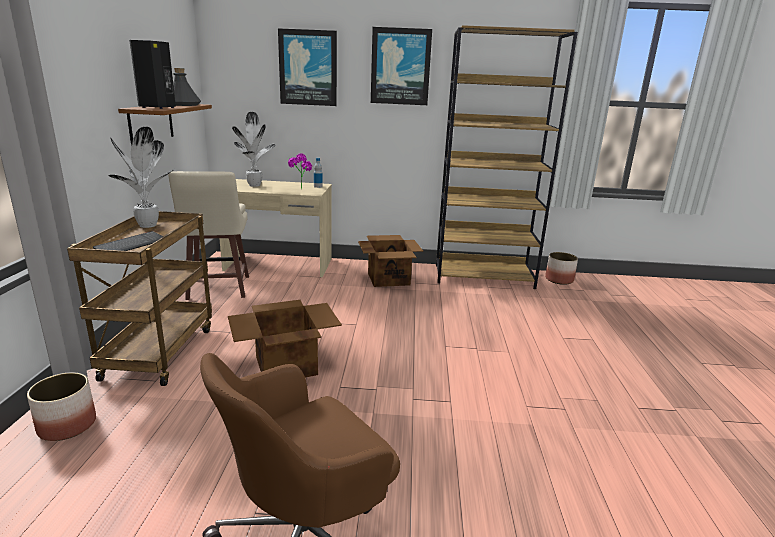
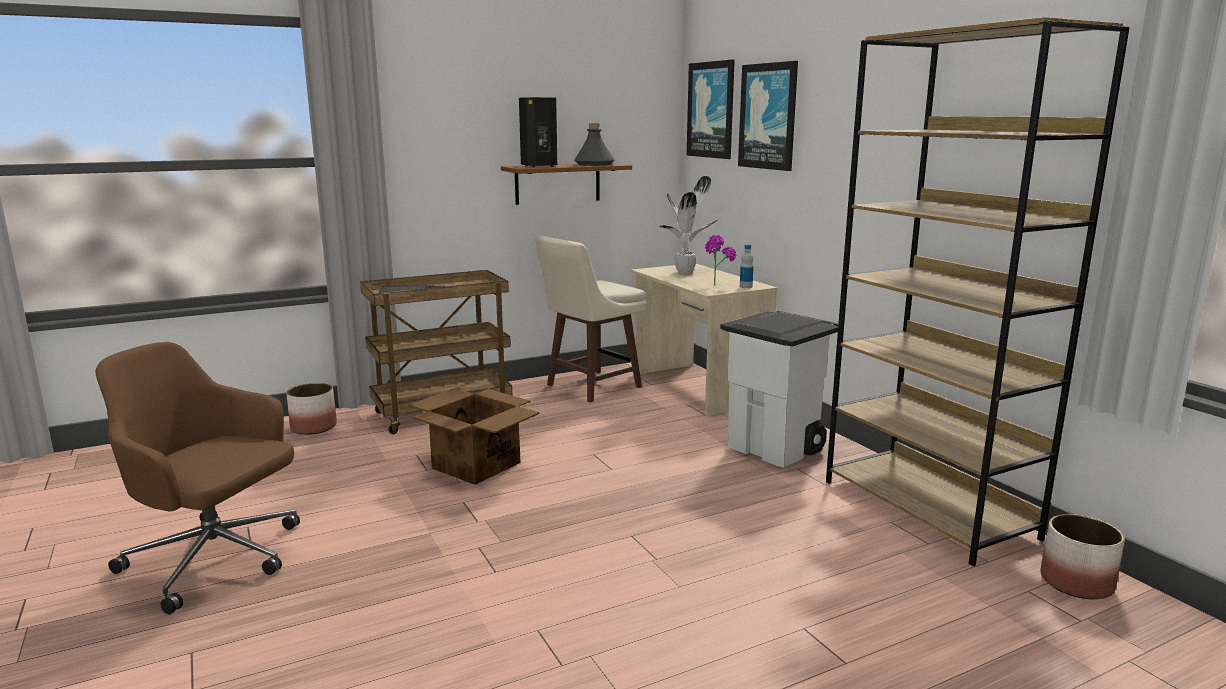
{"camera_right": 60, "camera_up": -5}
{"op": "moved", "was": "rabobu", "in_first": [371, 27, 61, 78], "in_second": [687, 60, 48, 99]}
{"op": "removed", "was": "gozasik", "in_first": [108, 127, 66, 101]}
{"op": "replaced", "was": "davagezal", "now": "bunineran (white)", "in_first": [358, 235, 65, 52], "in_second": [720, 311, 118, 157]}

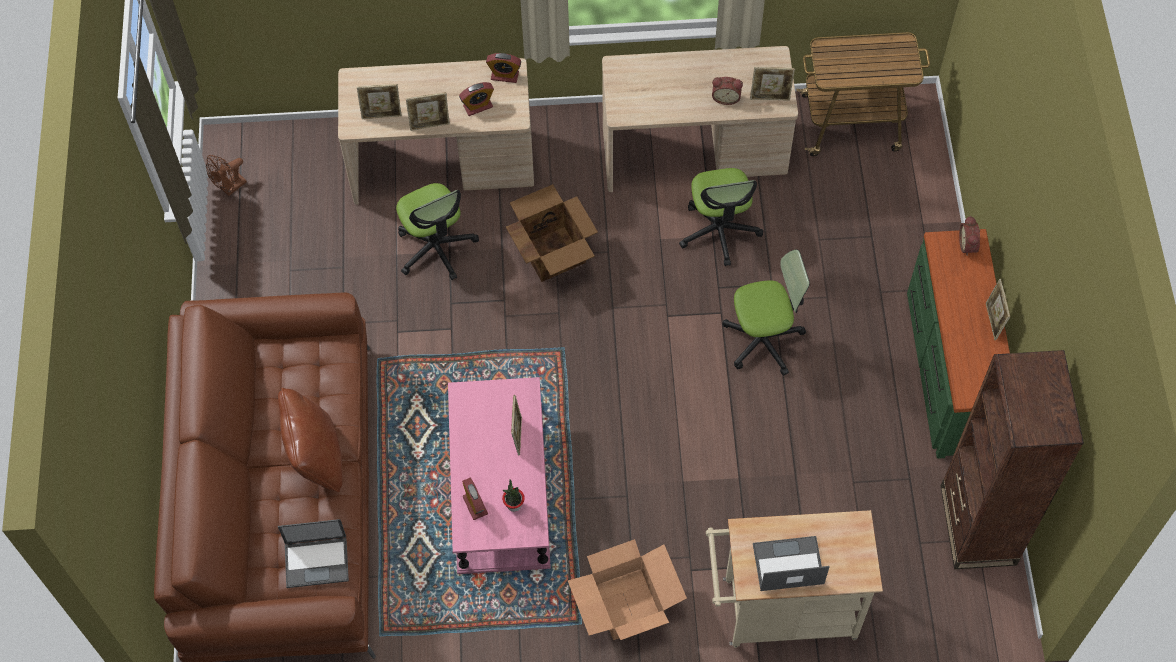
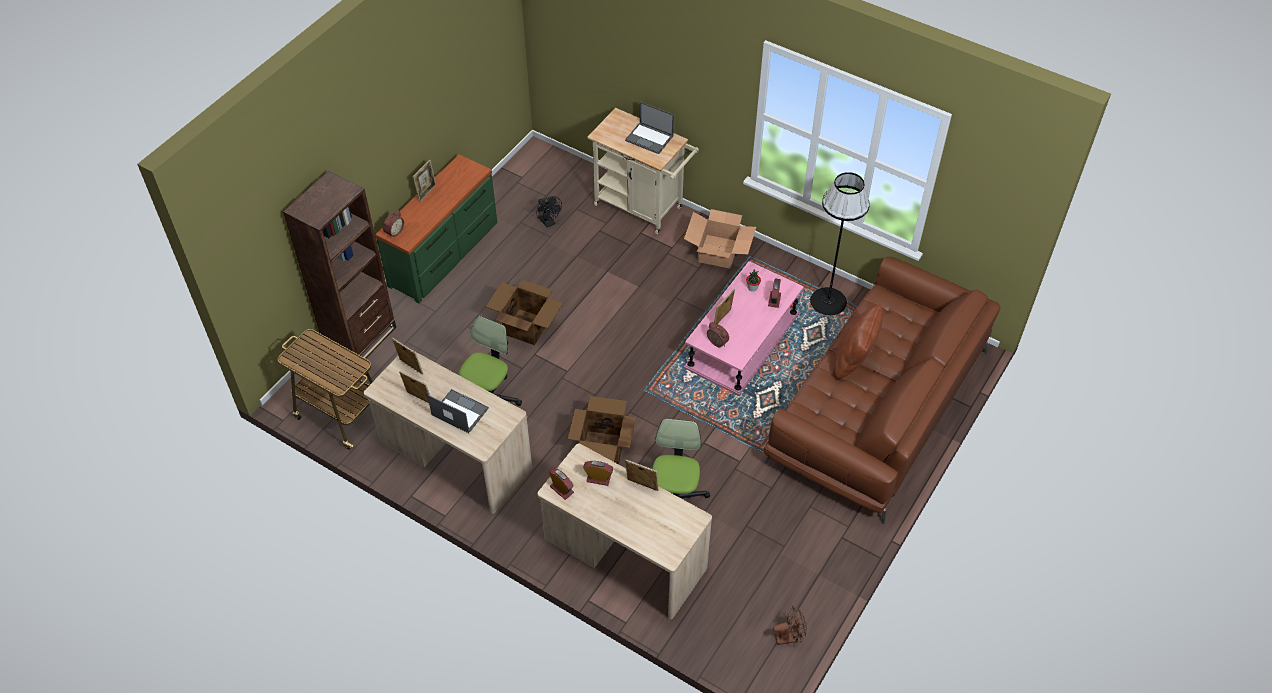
{"camera_right": -145, "camera_up": -10}
{"op": "moved", "was": "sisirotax", "in_first": [712, 77, 31, 28], "in_second": [707, 322, 22, 25]}
{"op": "moved", "was": "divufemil", "in_first": [357, 84, 45, 35], "in_second": [399, 371, 31, 32]}
{"op": "replaced", "was": "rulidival", "now": "davagezal", "in_first": [722, 249, 88, 127], "in_second": [486, 280, 77, 65]}
{"op": "moved", "was": "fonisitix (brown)", "in_first": [941, 350, 143, 219], "in_second": [283, 171, 113, 194]}
{"op": "moved", "was": "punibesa", "in_first": [278, 519, 71, 69], "in_second": [427, 389, 62, 44]}
{"op": "added", "now": "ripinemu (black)", "in_second": [810, 172, 60, 143]}
{"op": "added", "now": "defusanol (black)", "in_second": [536, 196, 26, 32]}

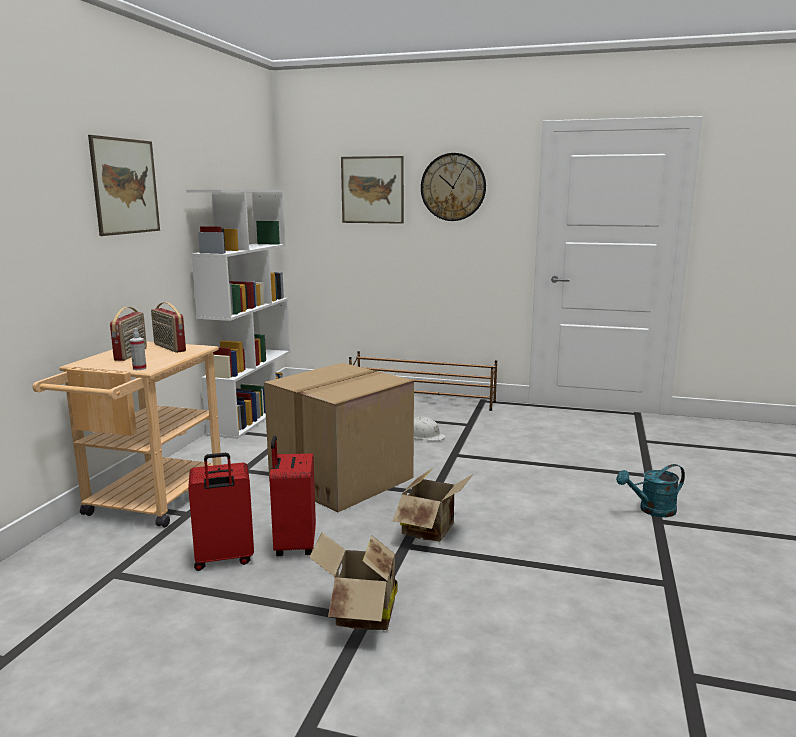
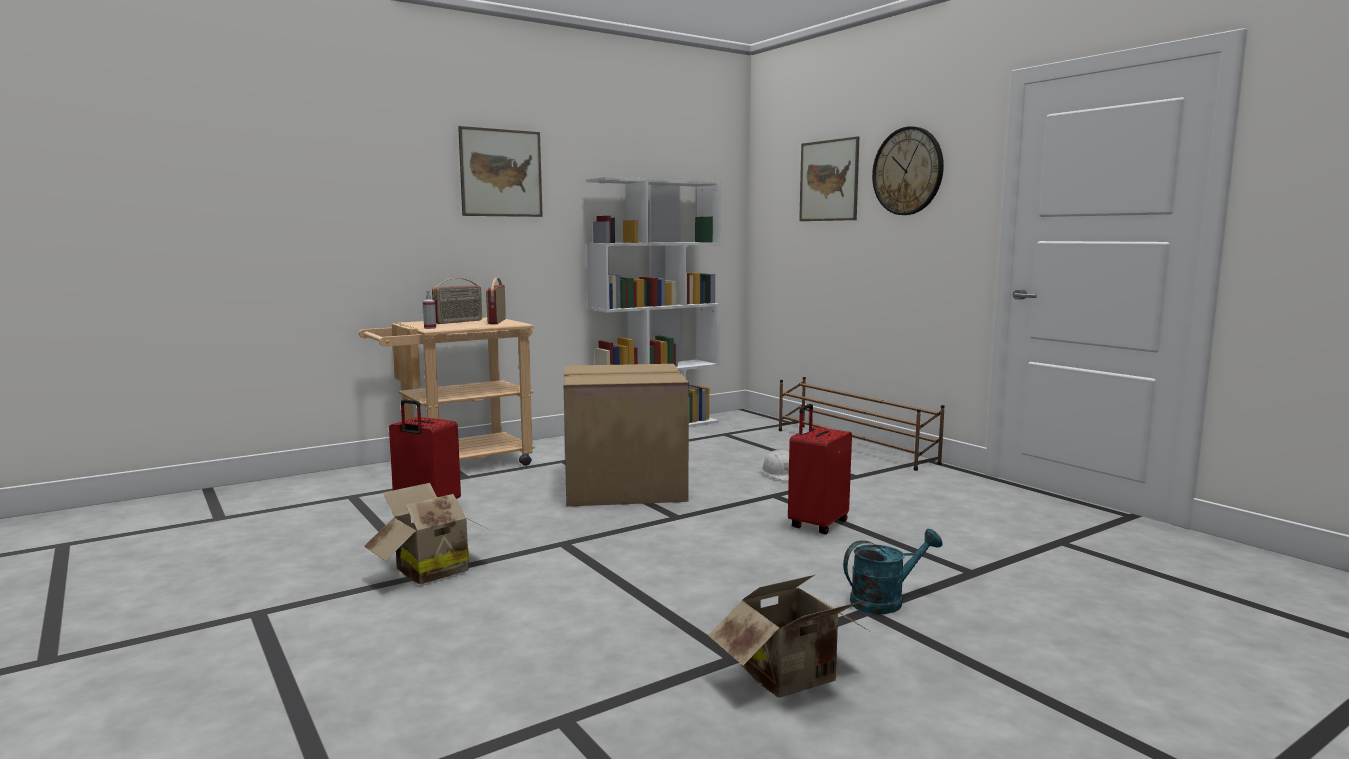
{"camera_right": 40, "camera_up": -5}
{"op": "moved", "was": "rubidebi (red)", "in_first": [269, 436, 47, 120], "in_second": [788, 404, 64, 130]}
{"op": "turned", "was": "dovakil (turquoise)", "in_first": [616, 464, 69, 53], "in_second": [843, 529, 100, 85], "clockwise": 135}
{"op": "moved", "was": "davagezal", "in_first": [393, 467, 80, 75], "in_second": [708, 575, 161, 123]}

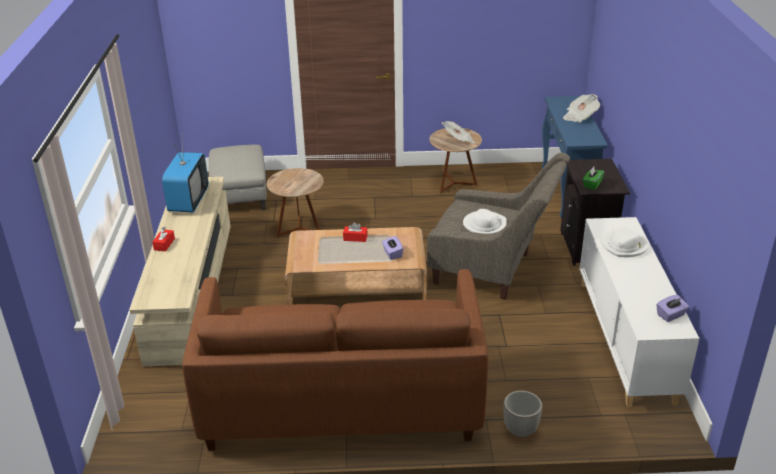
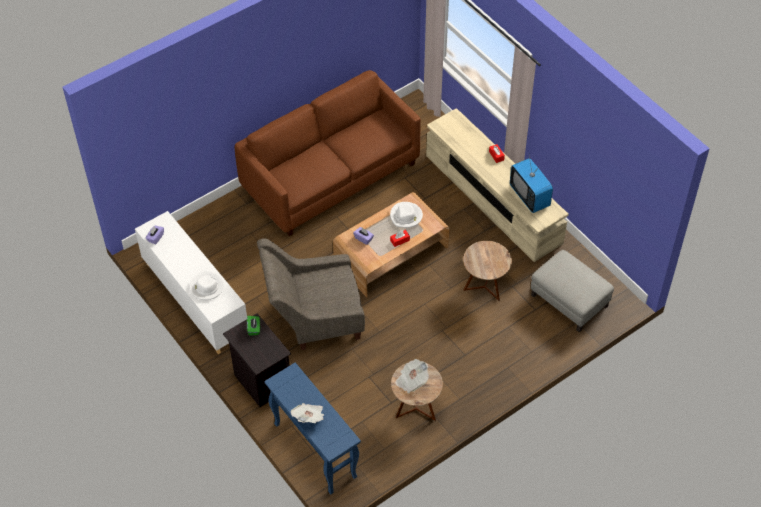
{"camera_right": 145, "camera_up": 20}
{"op": "moved", "was": "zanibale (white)", "in_first": [463, 209, 44, 25], "in_second": [390, 202, 33, 26]}
{"op": "removed", "was": "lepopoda", "in_first": [504, 391, 38, 46]}

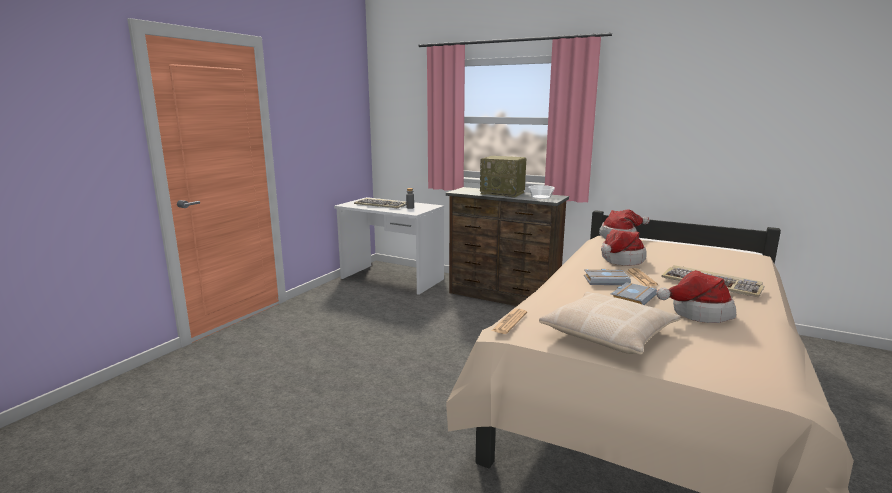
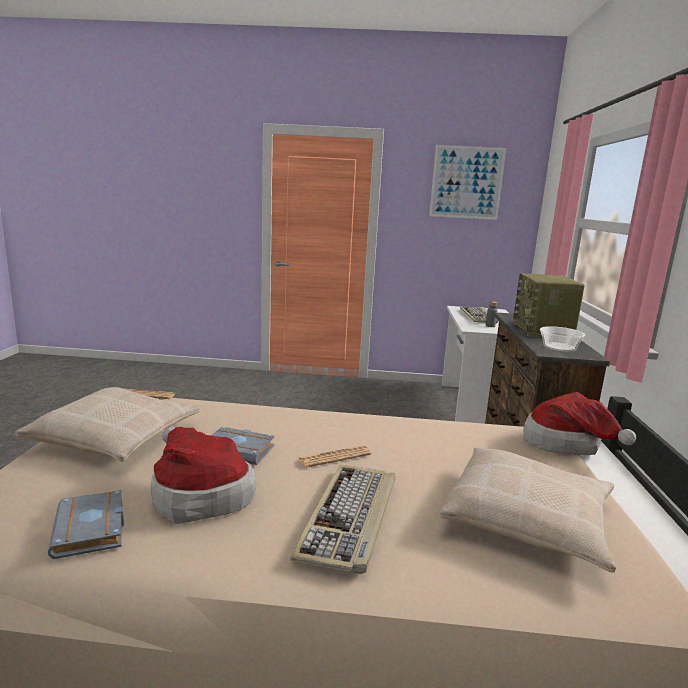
{"camera_right": 65, "camera_up": 0}
{"op": "removed", "was": "zanibale", "in_first": [601, 229, 46, 37]}
{"op": "moved", "was": "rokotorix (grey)", "in_first": [584, 269, 47, 16], "in_second": [48, 490, 76, 69]}
{"op": "added", "now": "rabobu", "in_second": [429, 145, 77, 75]}
{"op": "added", "now": "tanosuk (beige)", "in_second": [439, 447, 177, 126]}

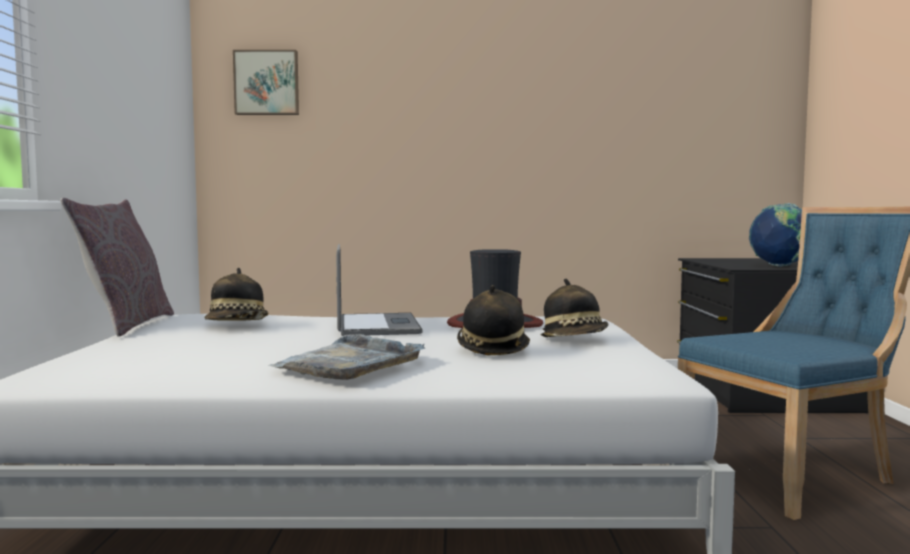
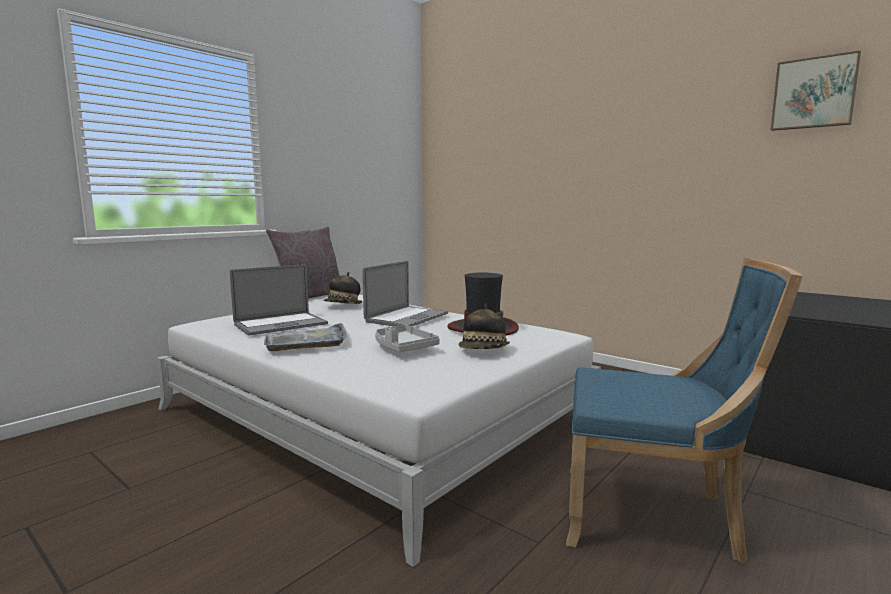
{"camera_right": 40, "camera_up": 5}
{"op": "moved", "was": "rabobu", "in_first": [233, 50, 66, 65], "in_second": [771, 50, 90, 81]}
{"op": "removed", "was": "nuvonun", "in_first": [749, 203, 53, 64]}
{"op": "replaced", "was": "zanibale", "now": "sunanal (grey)", "in_first": [457, 285, 73, 71], "in_second": [375, 325, 65, 27]}
{"op": "added", "now": "punibesa", "in_second": [230, 264, 98, 72]}

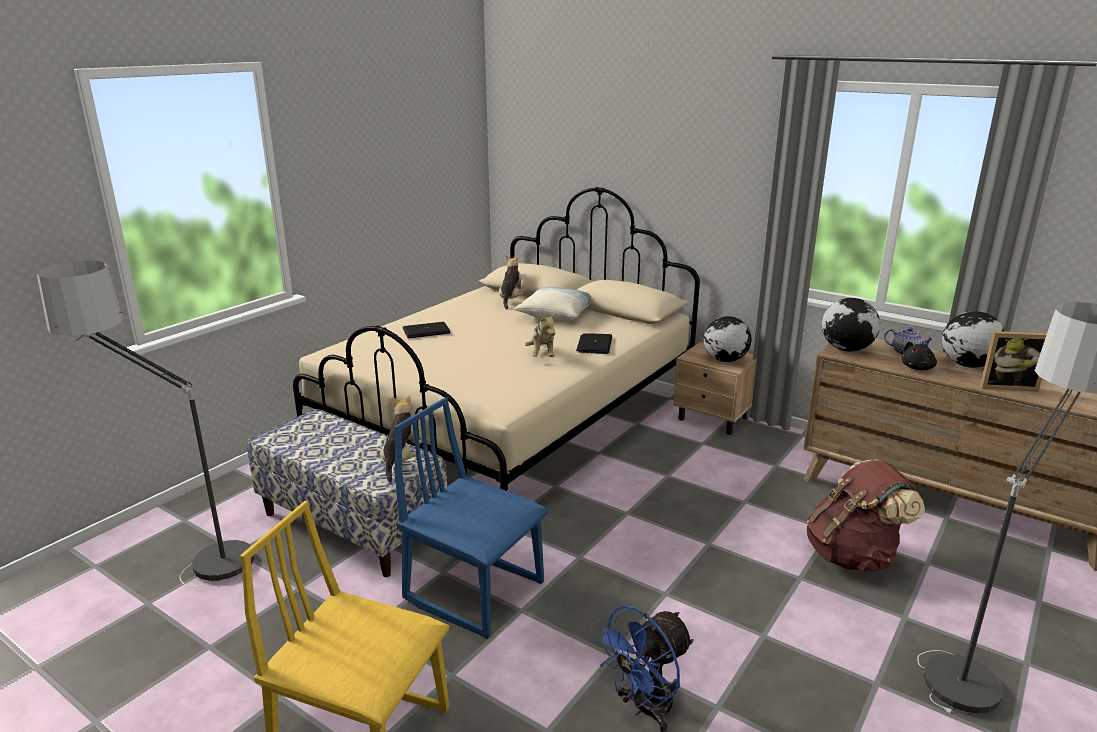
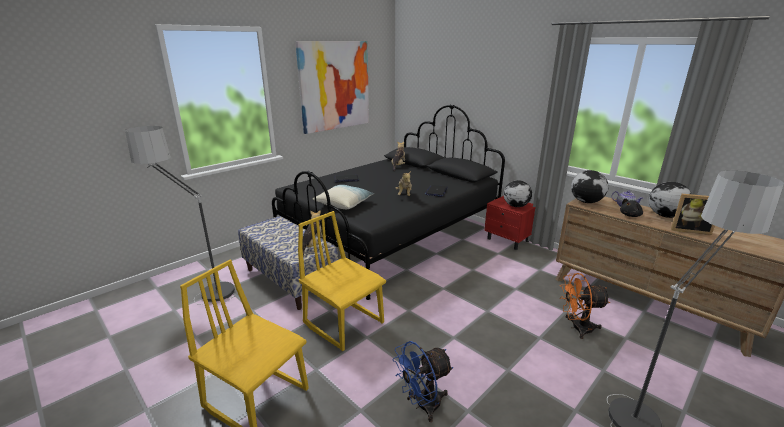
{"camera_right": 10, "camera_up": 0}
{"op": "recoloured", "was": "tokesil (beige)", "now": "tokesil (black)", "in_first": [293, 187, 407, 304], "in_second": [272, 105, 233, 195]}
{"op": "moved", "was": "tanosuk", "in_first": [514, 287, 77, 34], "in_second": [313, 185, 61, 24]}
{"op": "recoloured", "was": "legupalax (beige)", "now": "legupalax (red)", "in_first": [673, 342, 84, 92], "in_second": [484, 196, 52, 54]}
{"op": "recoloured", "was": "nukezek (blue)", "now": "nukezek (yellow)", "in_first": [395, 397, 153, 242], "in_second": [298, 211, 88, 140]}
{"op": "replaced", "was": "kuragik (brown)", "now": "defusanol (orange)", "in_first": [806, 460, 119, 112], "in_second": [560, 273, 50, 66]}
{"op": "added", "now": "rabobu", "in_second": [295, 41, 74, 93]}

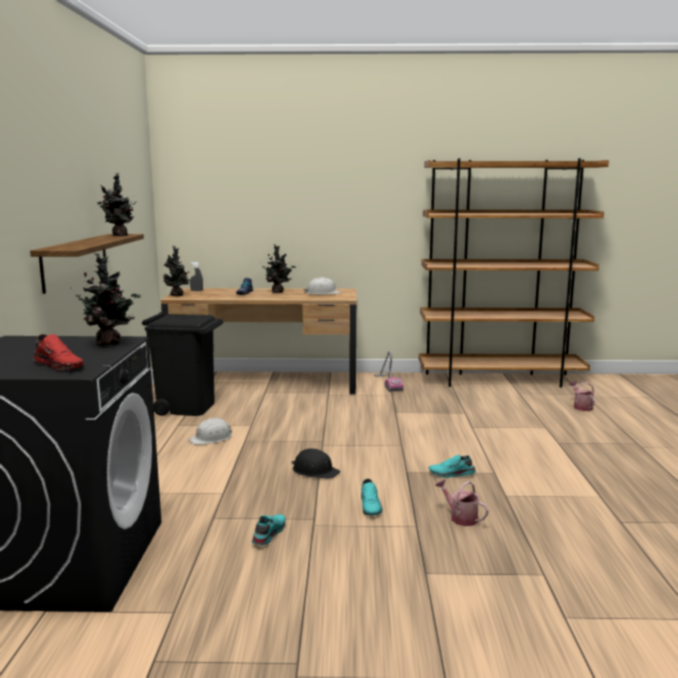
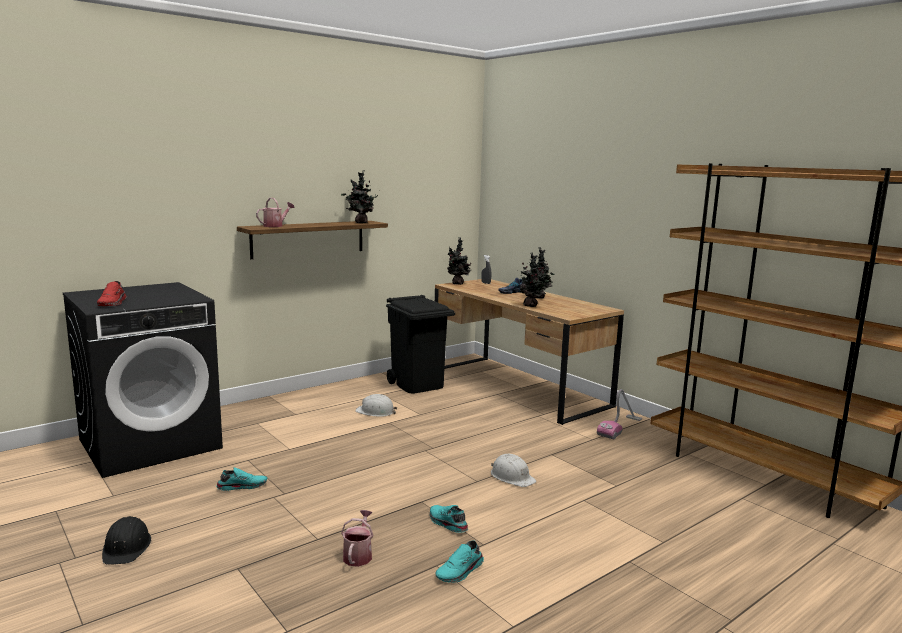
{"camera_right": 50, "camera_up": 0}
{"op": "moved", "was": "gozasik", "in_first": [70, 253, 71, 92], "in_second": [520, 252, 29, 55]}
{"op": "moved", "was": "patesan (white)", "in_first": [304, 277, 37, 17], "in_second": [491, 454, 46, 33]}
{"op": "moved", "was": "dovakil", "in_first": [569, 382, 26, 29], "in_second": [256, 198, 39, 29]}
{"op": "moved", "was": "patesan (black)", "in_first": [291, 448, 49, 31], "in_second": [102, 516, 49, 49]}
{"op": "moved", "was": "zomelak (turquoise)", "in_first": [361, 479, 22, 36], "in_second": [435, 540, 49, 43]}

